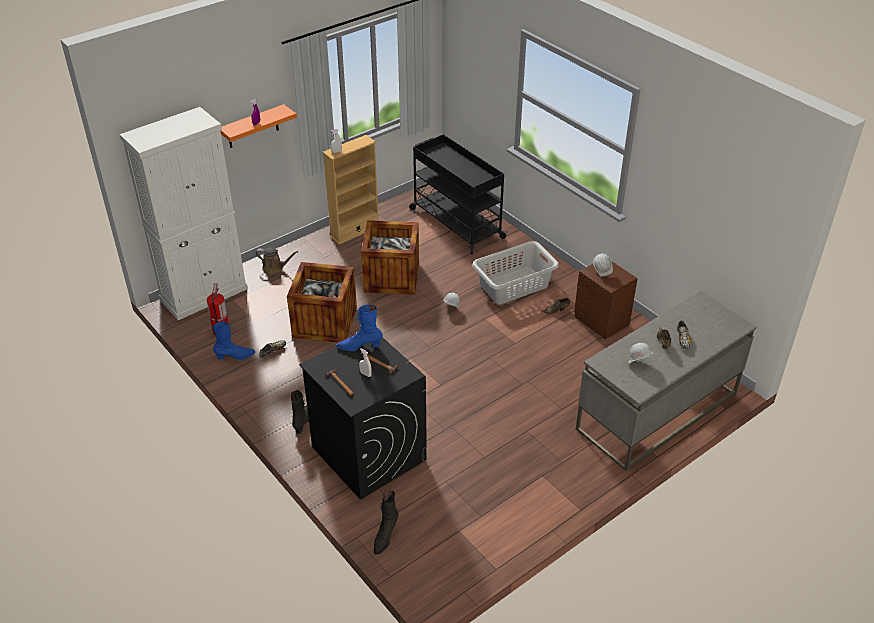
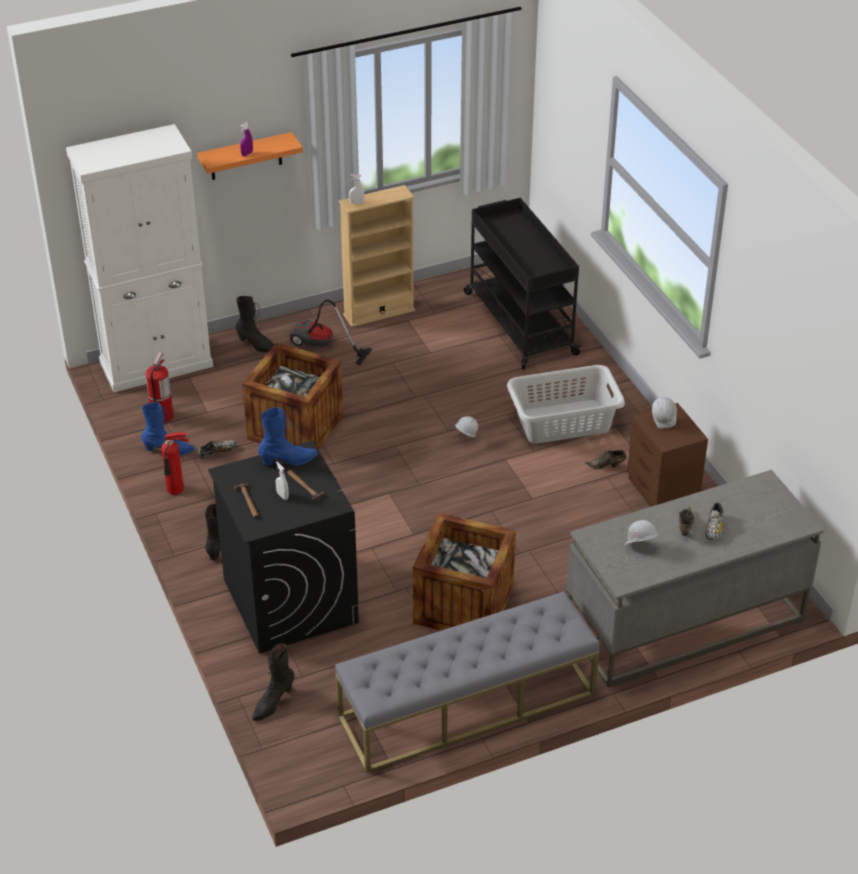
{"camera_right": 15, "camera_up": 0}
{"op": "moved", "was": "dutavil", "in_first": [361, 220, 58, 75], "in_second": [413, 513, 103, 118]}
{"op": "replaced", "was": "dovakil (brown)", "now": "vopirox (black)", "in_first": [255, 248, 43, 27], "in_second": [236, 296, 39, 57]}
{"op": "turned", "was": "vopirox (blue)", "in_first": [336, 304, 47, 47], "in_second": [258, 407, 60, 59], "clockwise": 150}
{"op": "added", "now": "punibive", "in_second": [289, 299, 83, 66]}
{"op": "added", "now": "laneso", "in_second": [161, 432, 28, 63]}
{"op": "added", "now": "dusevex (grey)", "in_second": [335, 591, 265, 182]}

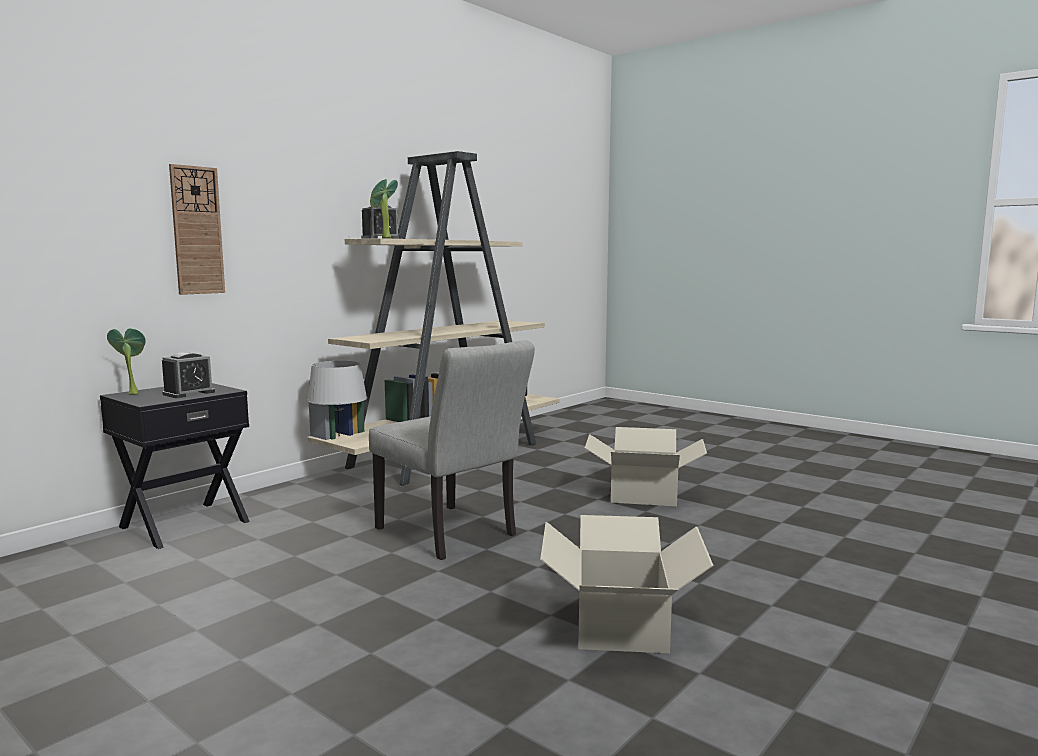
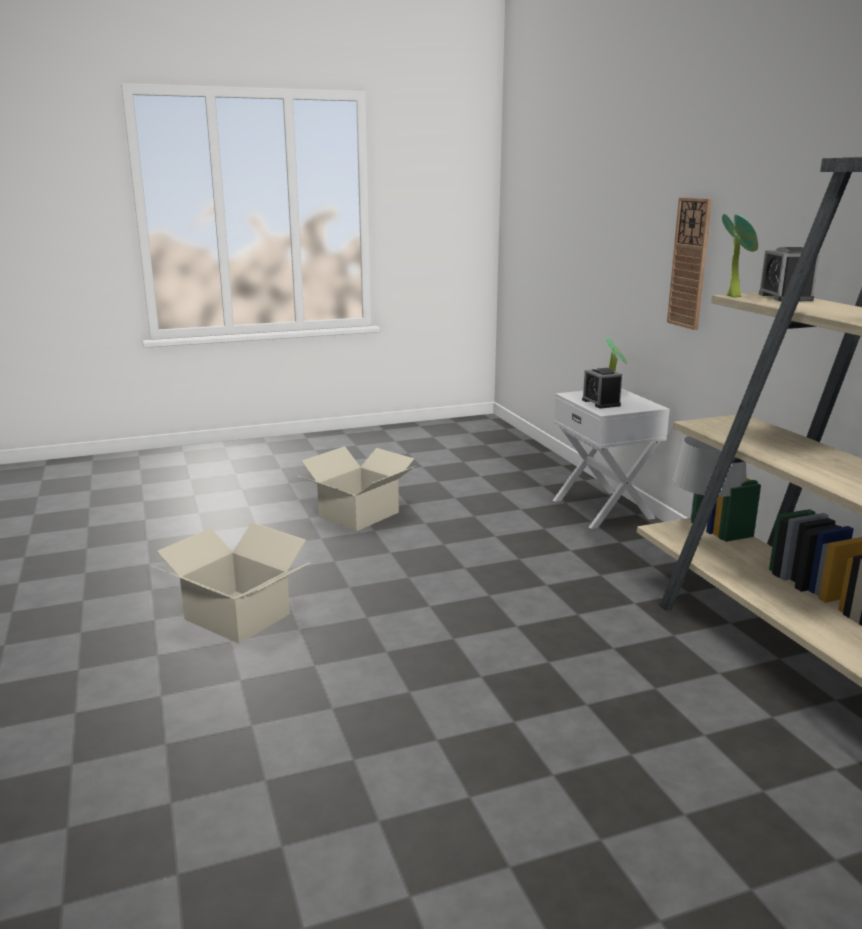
{"camera_right": 120, "camera_up": 10}
{"op": "removed", "was": "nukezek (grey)", "in_first": [369, 340, 166, 220]}
{"op": "recoloured", "was": "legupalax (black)", "now": "legupalax (white)", "in_first": [100, 383, 150, 166], "in_second": [553, 388, 117, 141]}
{"op": "moved", "was": "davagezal", "in_first": [585, 427, 122, 79], "in_second": [299, 446, 116, 85]}

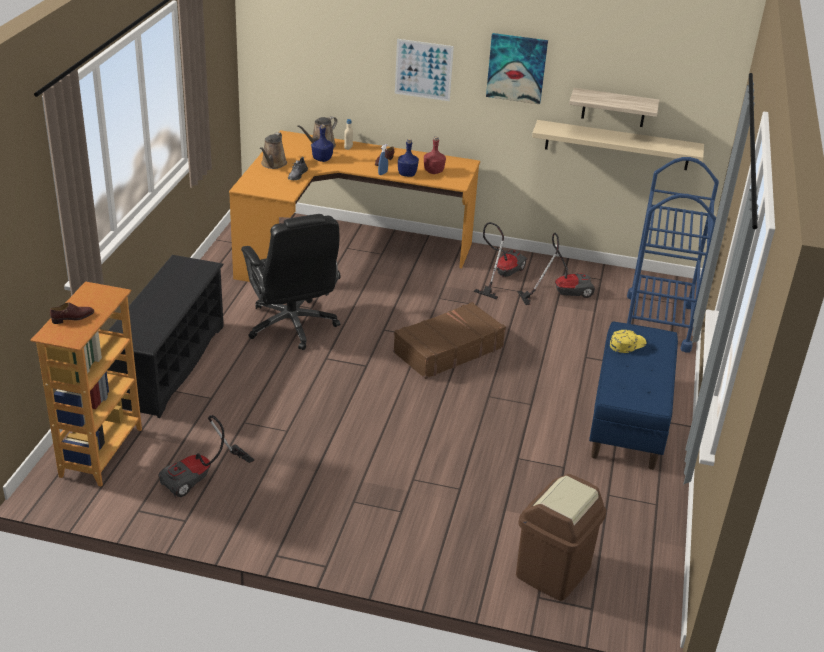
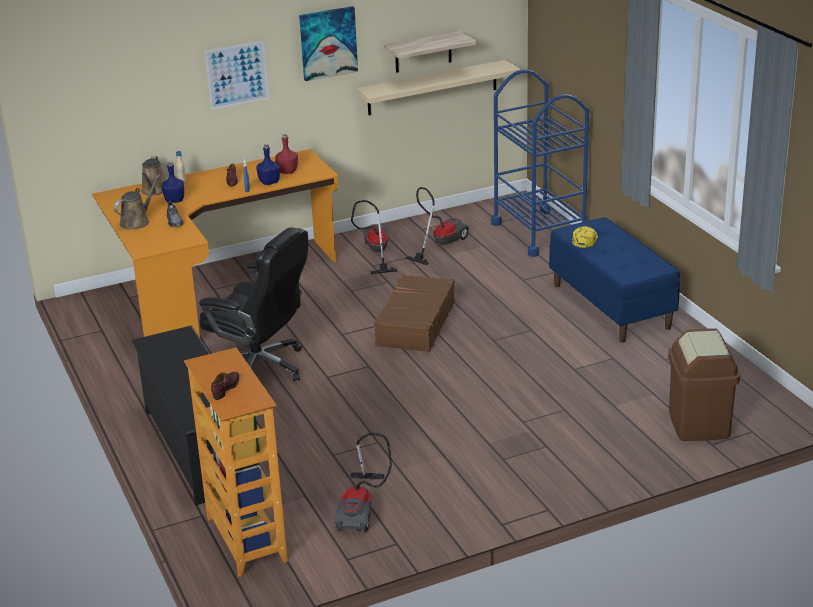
{"camera_right": -35, "camera_up": -5}
{"op": "turned", "was": "dovakil (brown)", "in_first": [260, 132, 27, 37], "in_second": [114, 175, 46, 55], "clockwise": -120}

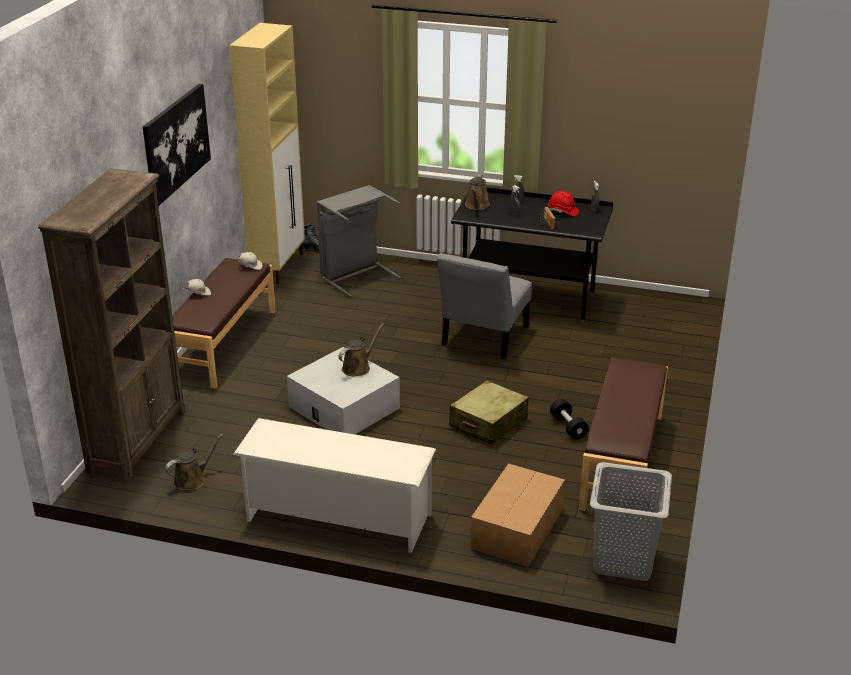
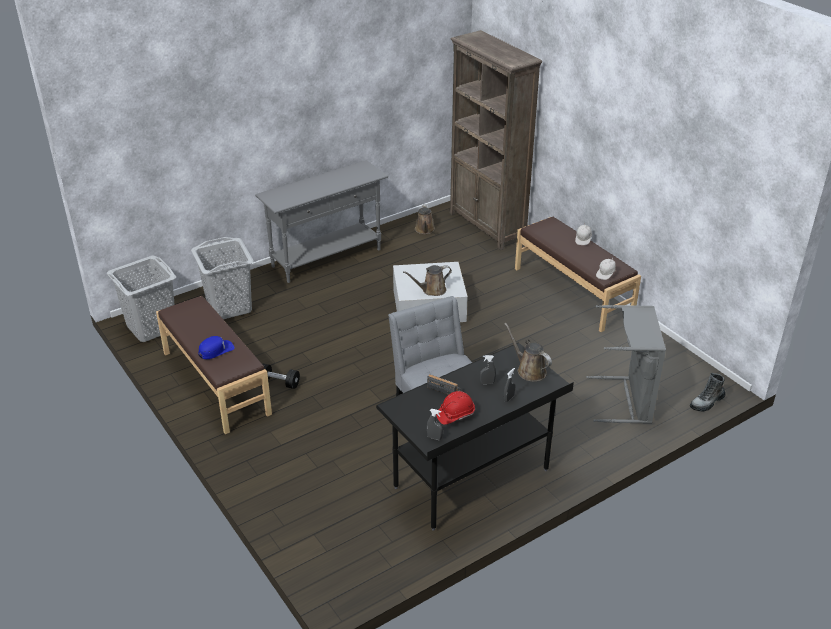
{"camera_right": 130, "camera_up": 5}
{"op": "removed", "was": "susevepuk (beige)", "in_first": [229, 23, 76, 261]}
{"op": "removed", "was": "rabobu", "in_first": [143, 84, 68, 122]}
{"op": "turned", "was": "dovakil (brown)", "in_first": [339, 323, 45, 53], "in_second": [403, 265, 49, 31], "clockwise": 75}
{"op": "removed", "was": "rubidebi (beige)", "in_first": [449, 380, 80, 65]}
{"op": "replaced", "was": "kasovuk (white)", "now": "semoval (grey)", "in_first": [233, 418, 203, 135], "in_second": [255, 160, 133, 123]}
{"op": "replaced", "was": "davagezal", "now": "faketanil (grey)", "in_first": [470, 463, 95, 104], "in_second": [191, 237, 63, 82]}
{"op": "added", "now": "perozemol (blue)", "in_second": [198, 336, 37, 23]}

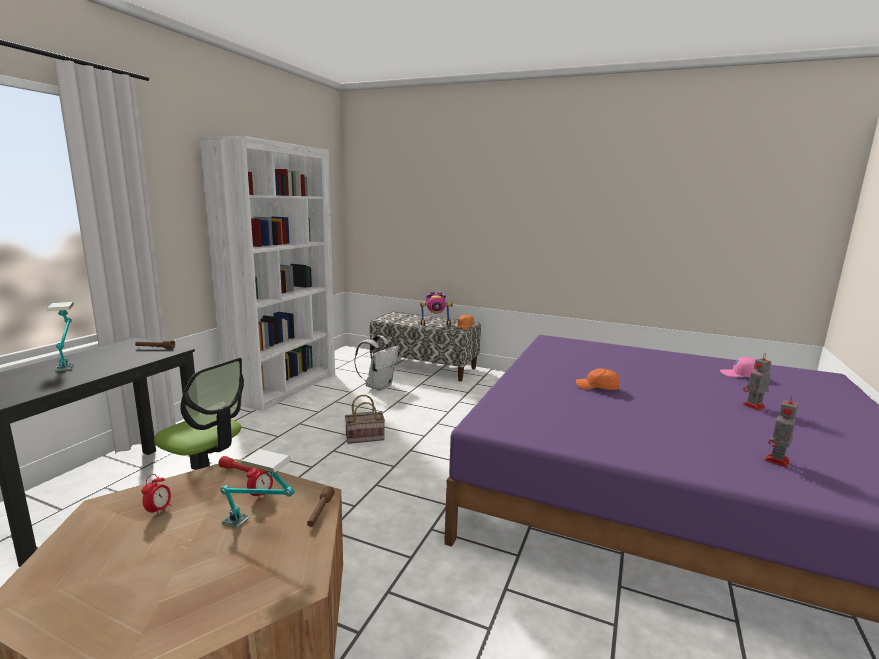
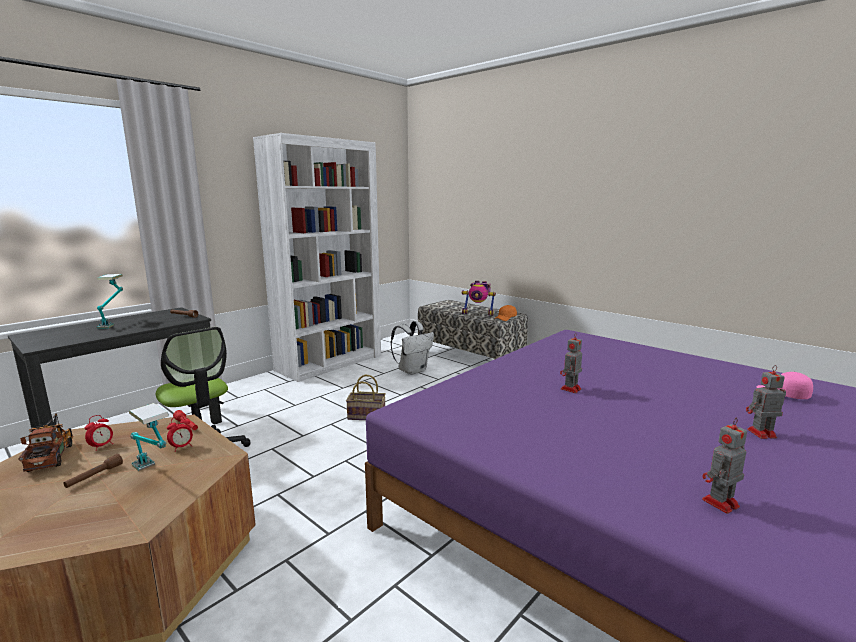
{"camera_right": 20, "camera_up": 0}
{"op": "replaced", "was": "perozemol (orange)", "now": "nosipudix", "in_first": [576, 368, 44, 22], "in_second": [560, 332, 22, 61]}
{"op": "moved", "was": "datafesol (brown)", "in_first": [307, 486, 28, 41], "in_second": [63, 454, 60, 34]}
{"op": "added", "now": "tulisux", "in_second": [19, 413, 55, 59]}

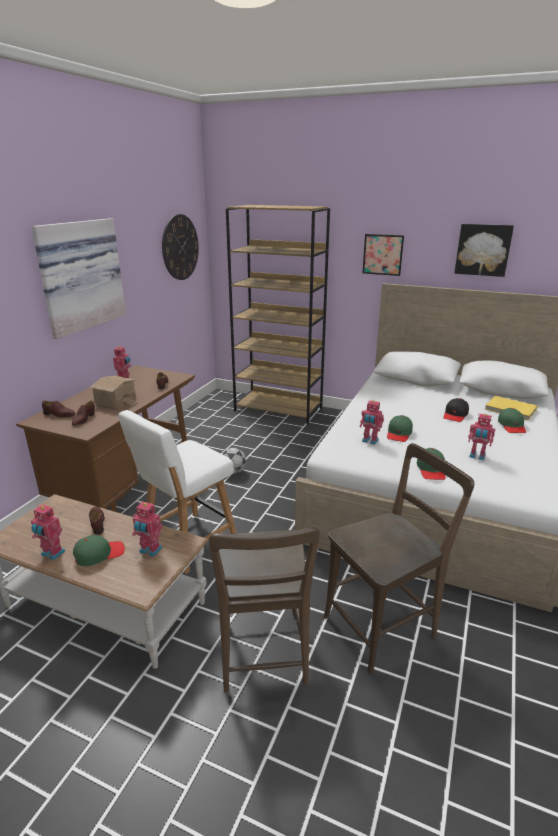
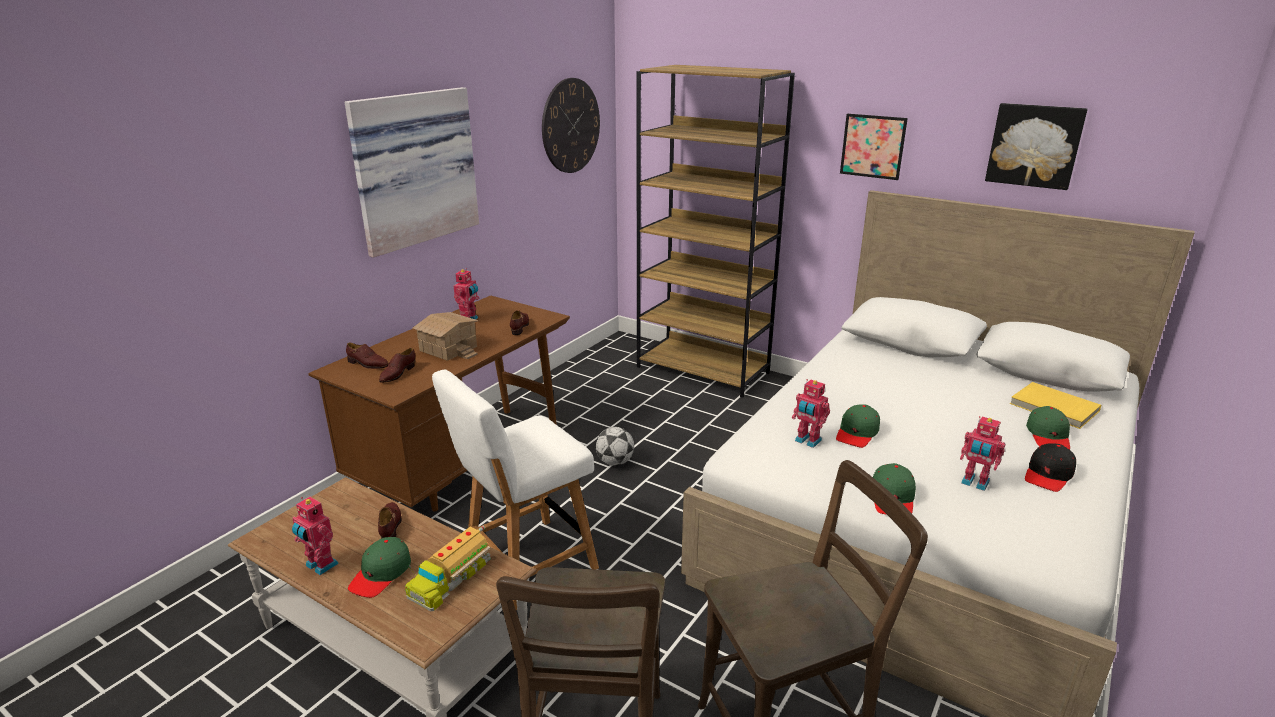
{"camera_right": 10, "camera_up": 0}
{"op": "moved", "was": "perozemol (black)", "in_first": [444, 398, 25, 24], "in_second": [1025, 443, 51, 49]}
{"op": "replaced", "was": "nosipudix", "now": "tulisux", "in_first": [132, 502, 31, 55], "in_second": [405, 526, 86, 85]}
{"op": "turned", "was": "perozemol (green)", "in_first": [73, 535, 52, 31], "in_second": [348, 537, 63, 61], "clockwise": 135}

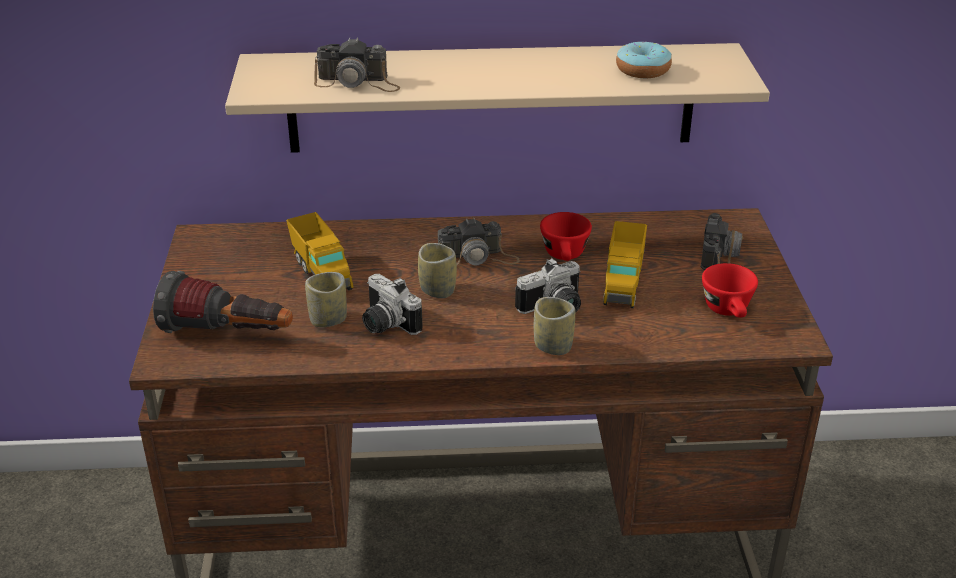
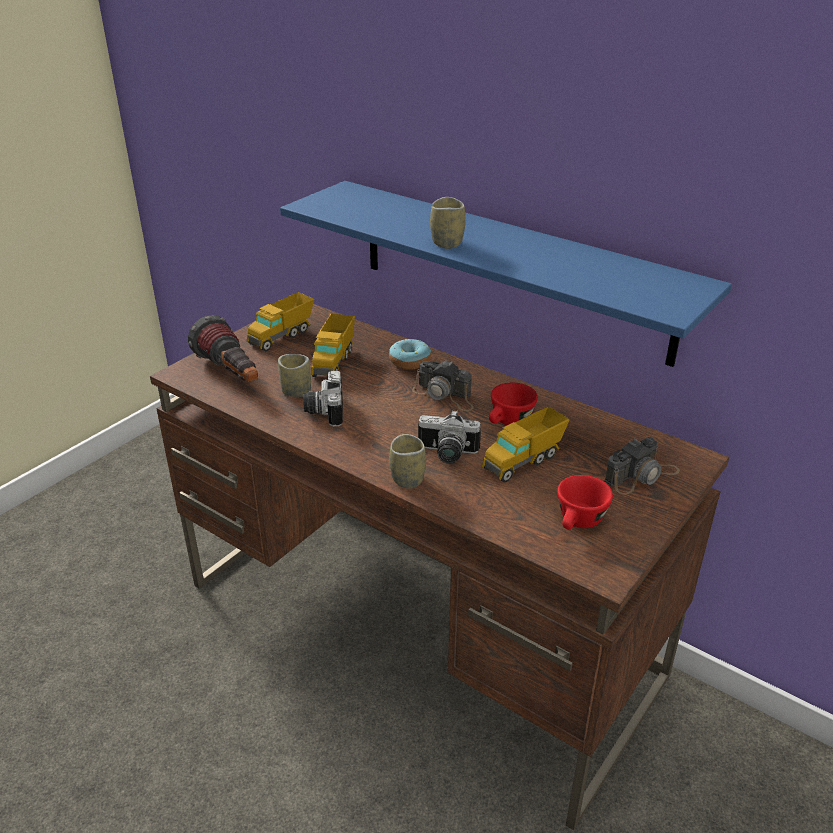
{"camera_right": 40, "camera_up": 0}
{"op": "removed", "was": "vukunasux", "in_first": [314, 37, 86, 55]}
{"op": "moved", "was": "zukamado", "in_first": [616, 41, 56, 37], "in_second": [389, 339, 42, 30]}
{"op": "recoloured", "was": "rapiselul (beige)", "now": "rapiselul (blue)", "in_first": [225, 43, 545, 110], "in_second": [280, 181, 452, 186]}
{"op": "moved", "was": "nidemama", "in_first": [418, 243, 39, 55], "in_second": [430, 197, 36, 52]}
{"op": "added", "now": "tulisux", "in_second": [247, 292, 67, 59]}

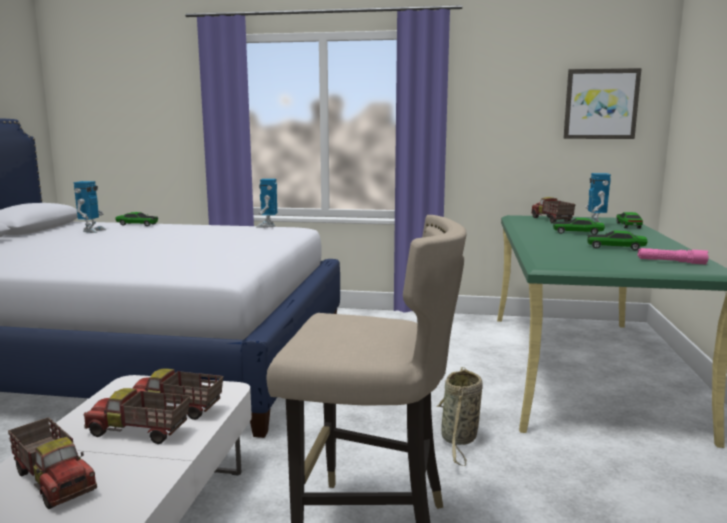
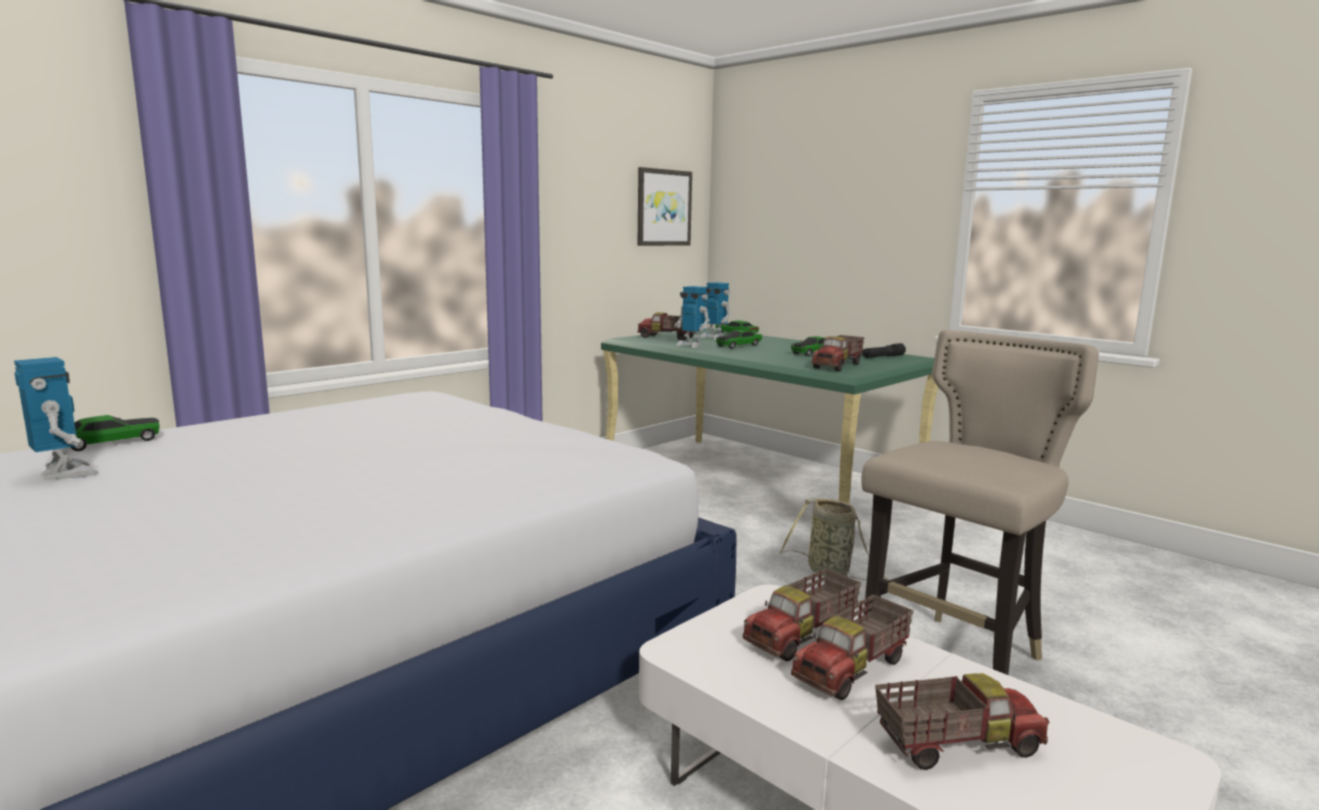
{"camera_right": -55, "camera_up": 0}
{"op": "moved", "was": "nosipudix", "in_first": [256, 179, 21, 49], "in_second": [675, 286, 35, 62]}
{"op": "recoloured", "was": "datafesol (pink)", "now": "datafesol (black)", "in_first": [638, 248, 71, 17], "in_second": [862, 343, 44, 15]}
{"op": "added", "now": "tulisux", "in_second": [812, 335, 53, 36]}

